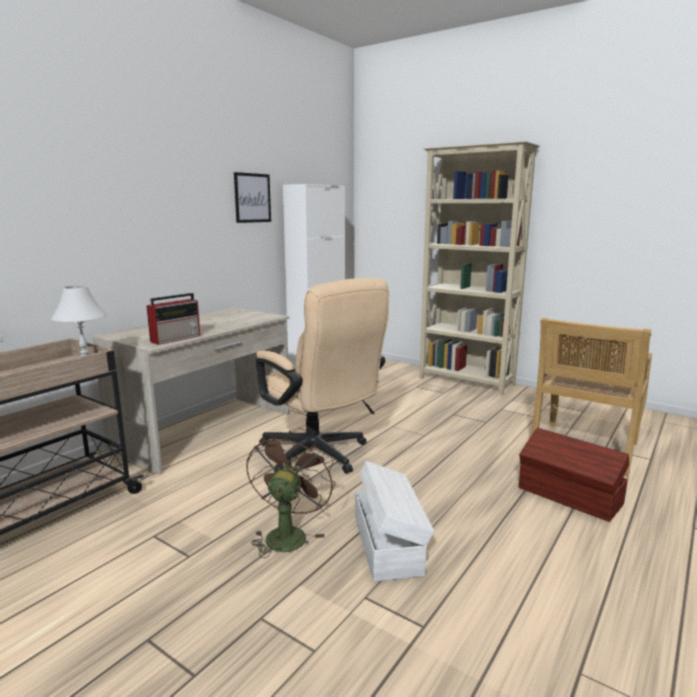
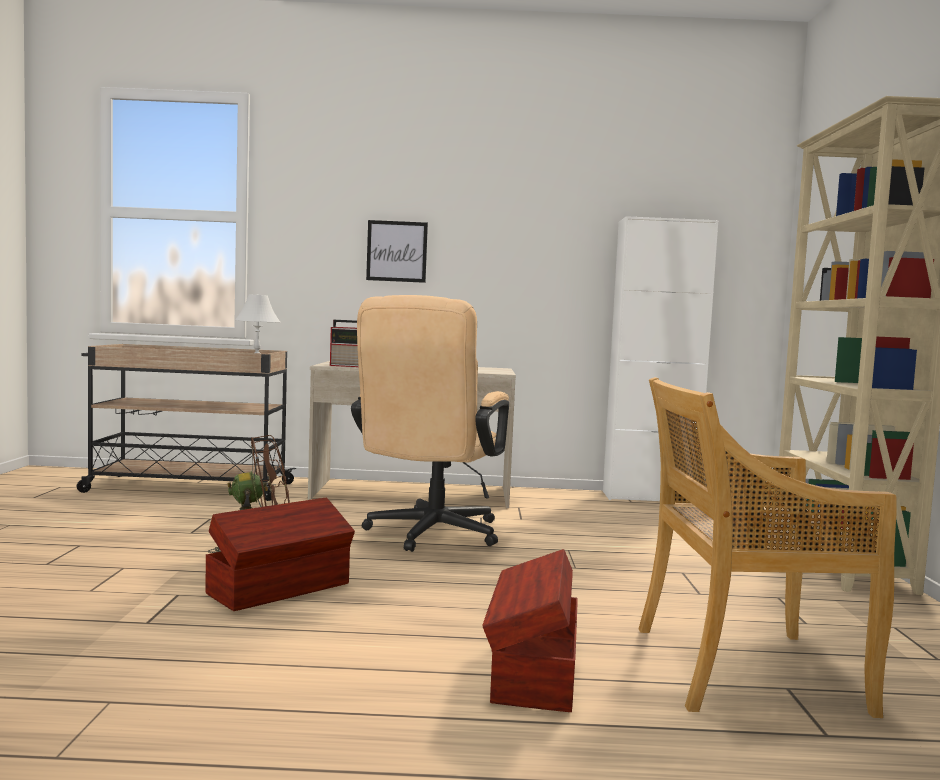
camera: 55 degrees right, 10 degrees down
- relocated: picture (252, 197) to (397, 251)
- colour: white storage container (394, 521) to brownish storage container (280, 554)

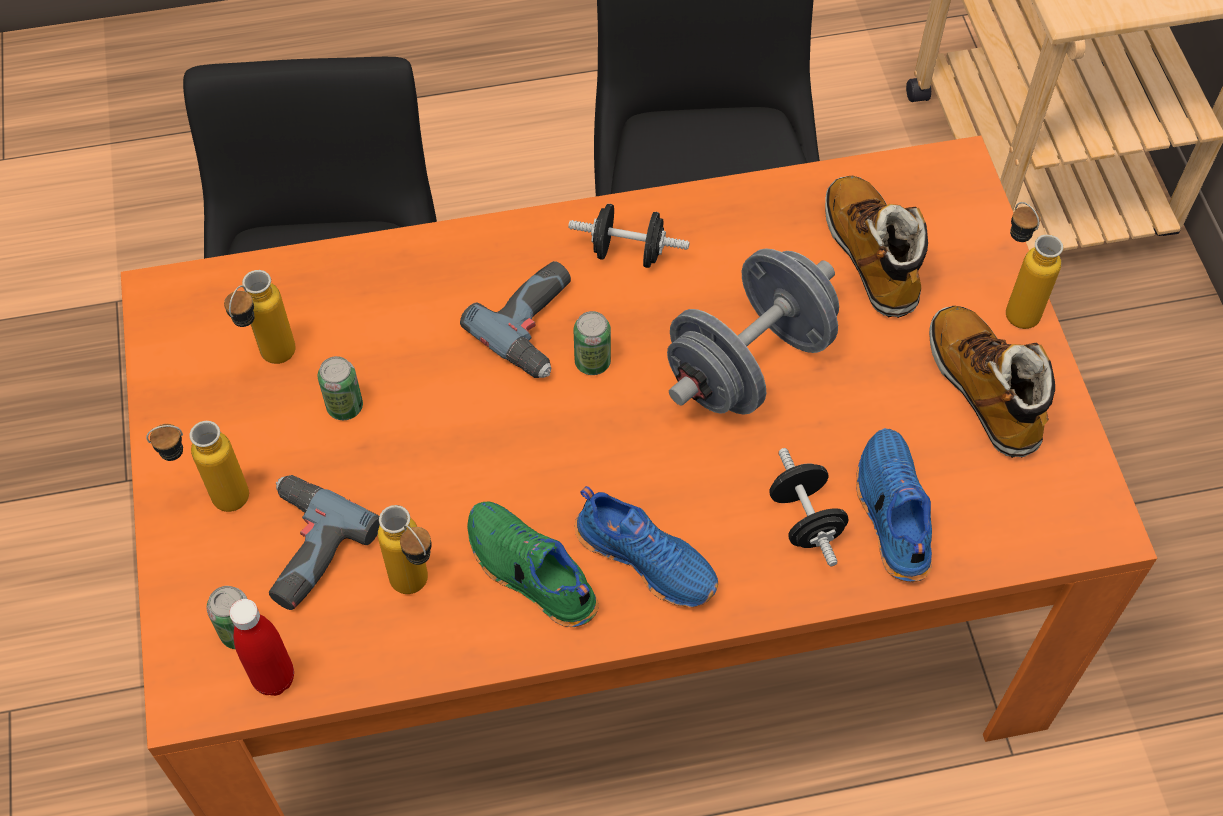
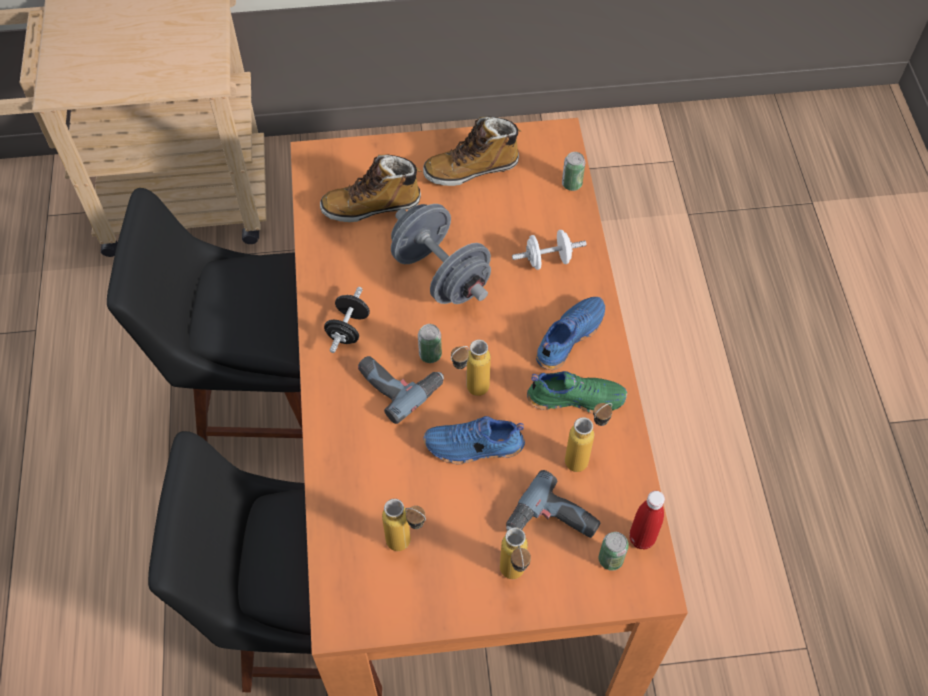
camera: 85 degrees left, 0 degrees up
- relocated: beverage bottle (1034, 265) to (471, 368)
- relocated: sealed can (340, 388) to (573, 171)
- relocated: blue-coloured low shoe (894, 505) to (474, 440)
- colour: blackish hand weight (808, 507) to white hand weight (549, 250)
- spun: greenish low shoe (533, 564) = (577, 392) 135 degrees counterclockwise

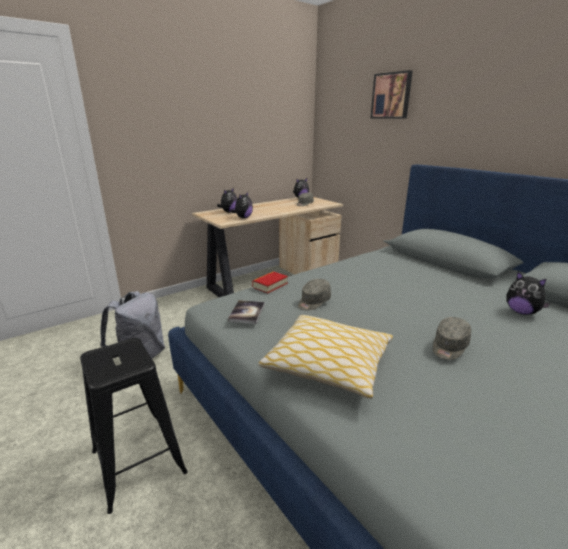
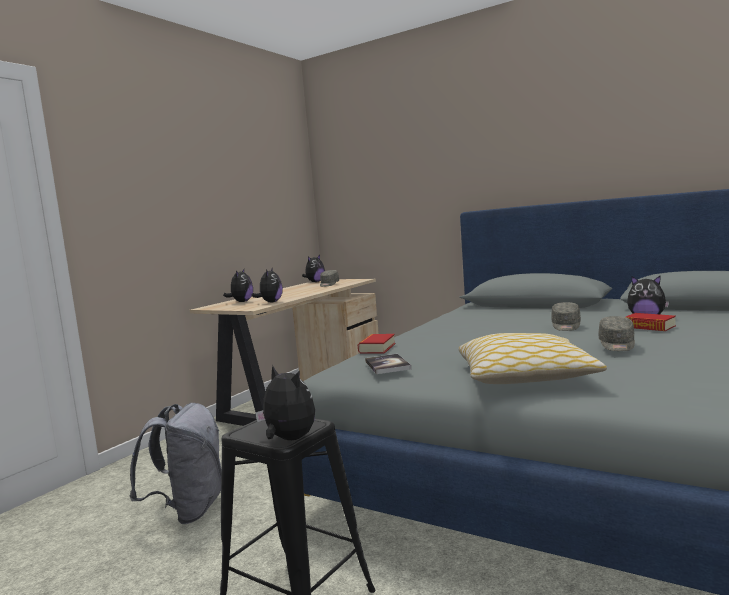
camera: 20 degrees left, 15 degrees down
- missing: picture (392, 94)
- relocated: greyish peaked cap (314, 295) to (566, 316)
- appeared: book (651, 322)
- appeared: soft toy (285, 402)

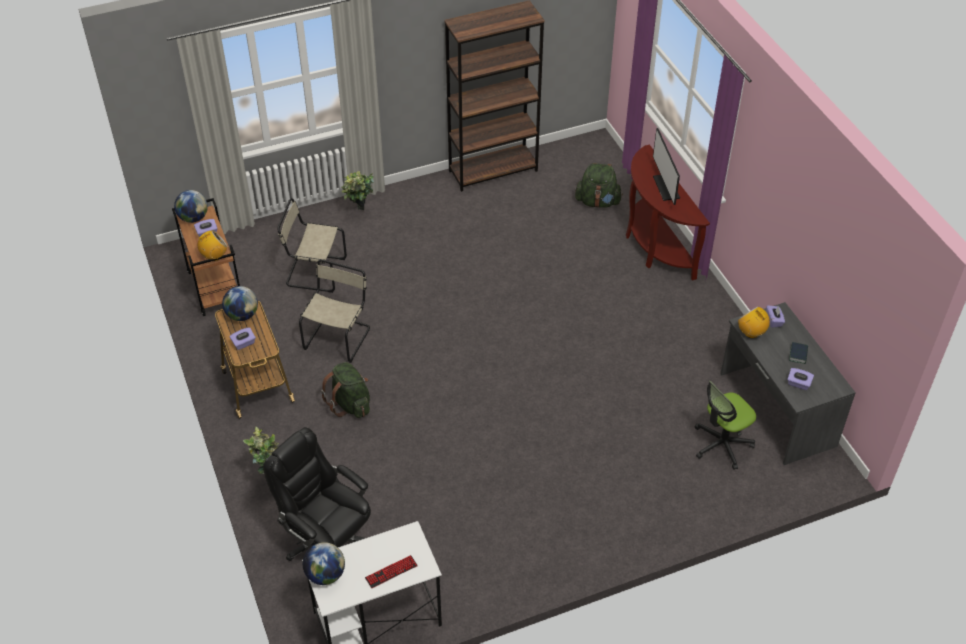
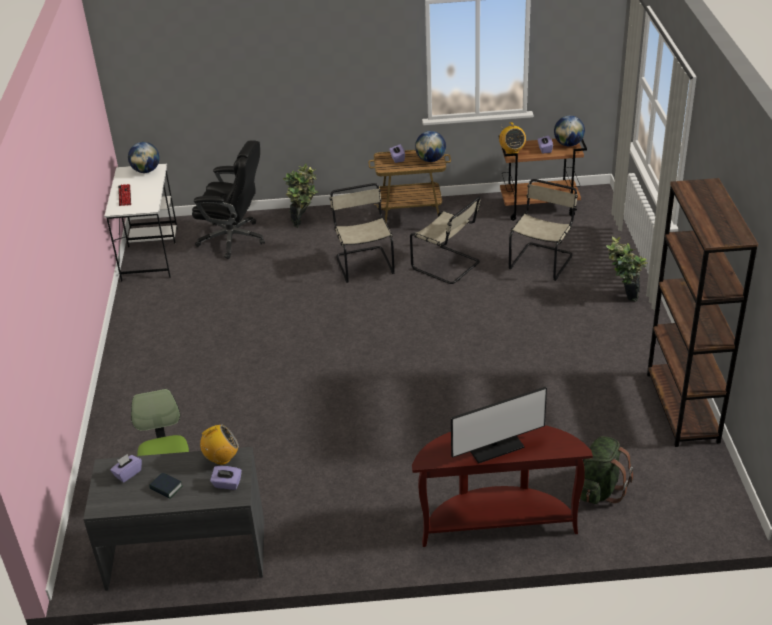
camera: 110 degrees right, 10 degrees down
- spun: monitor (666, 166) = (499, 425) 150 degrees clockwise
- exchanged: greenish rucksack (345, 390) to beige upright chair (362, 233)
- spun: blackish desk chair (317, 494) = (228, 199) 45 degrees clockwise

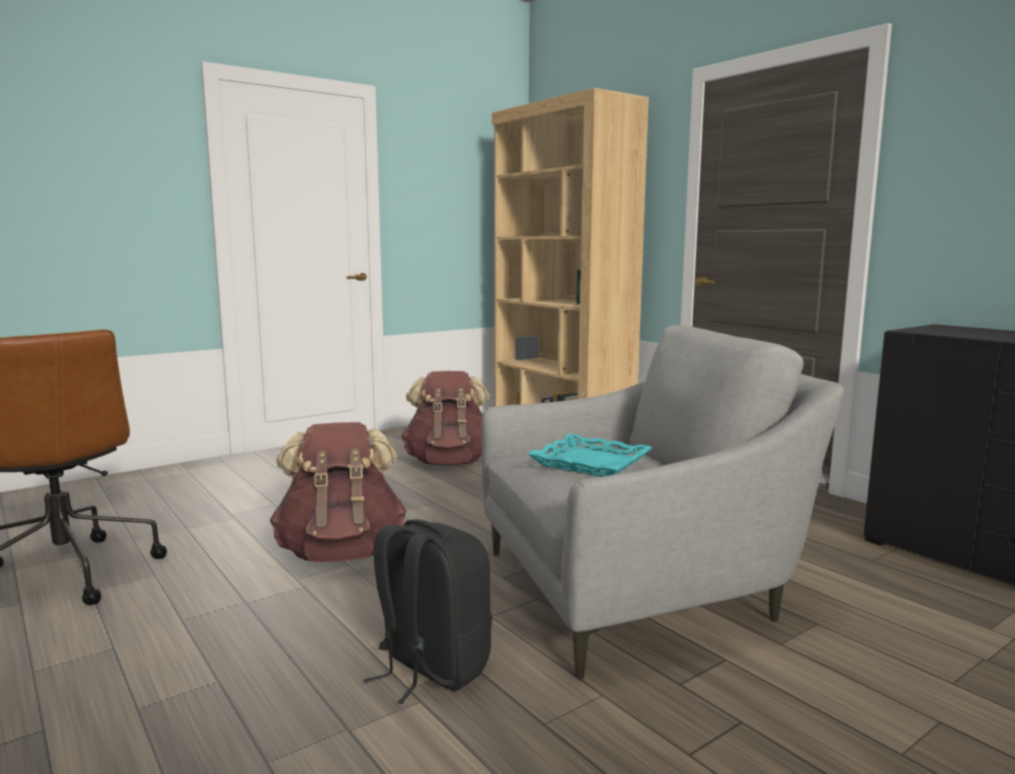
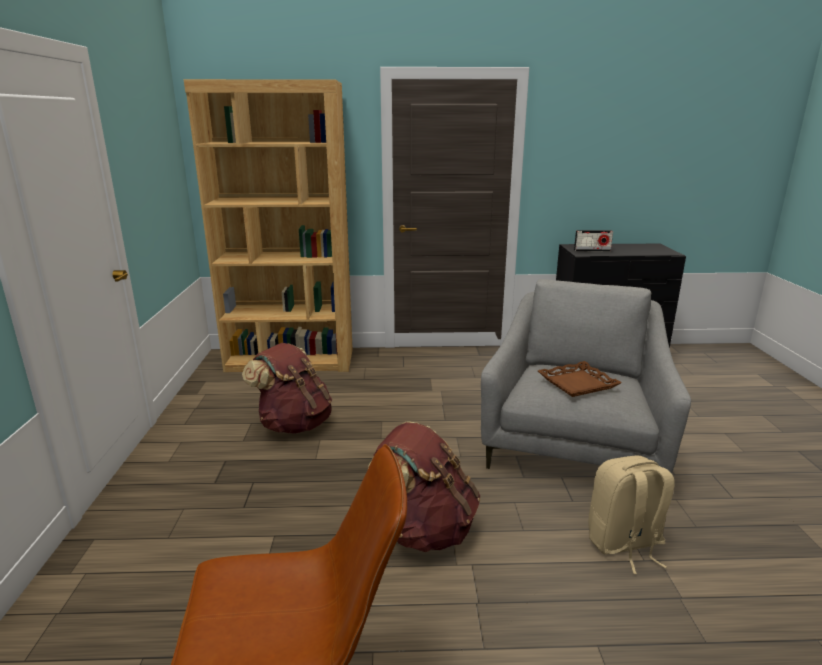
camera: 55 degrees left, 10 degrees up
- colour: blue-green carrying tray (590, 455) to brownish carrying tray (579, 379)
- colour: blackish rucksack (428, 611) to beige rucksack (631, 514)
- appeared: radio receiver (593, 240)

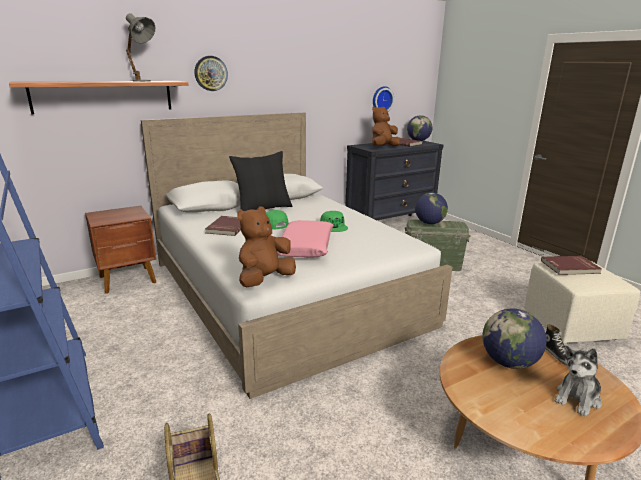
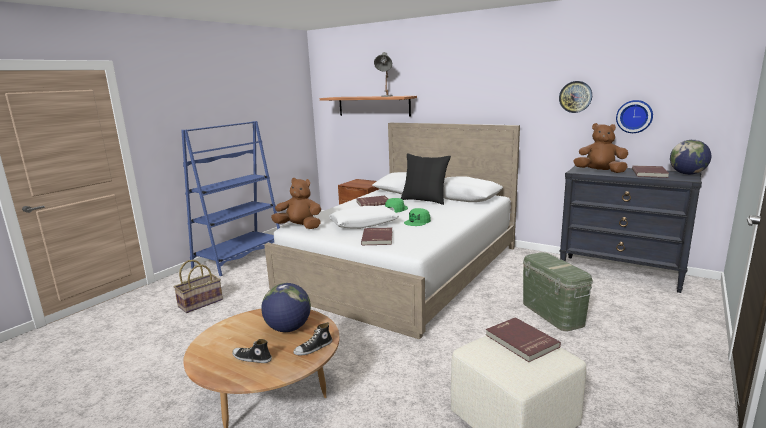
camera: 65 degrees right, 5 degrees down
- relocated: clock on the wall (211, 73) to (575, 97)
- missing: desk globe (431, 208)
- colour: pink-coloured pillow (305, 238) to white pillow (364, 217)
- exchanged: soft toy (578, 381) to low shoe (252, 351)
- appeared: red book (376, 236)

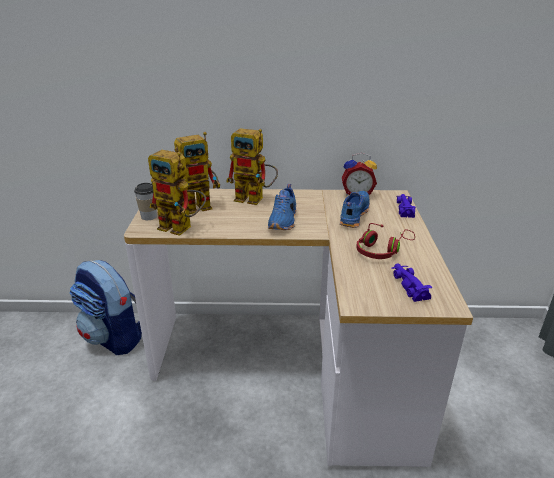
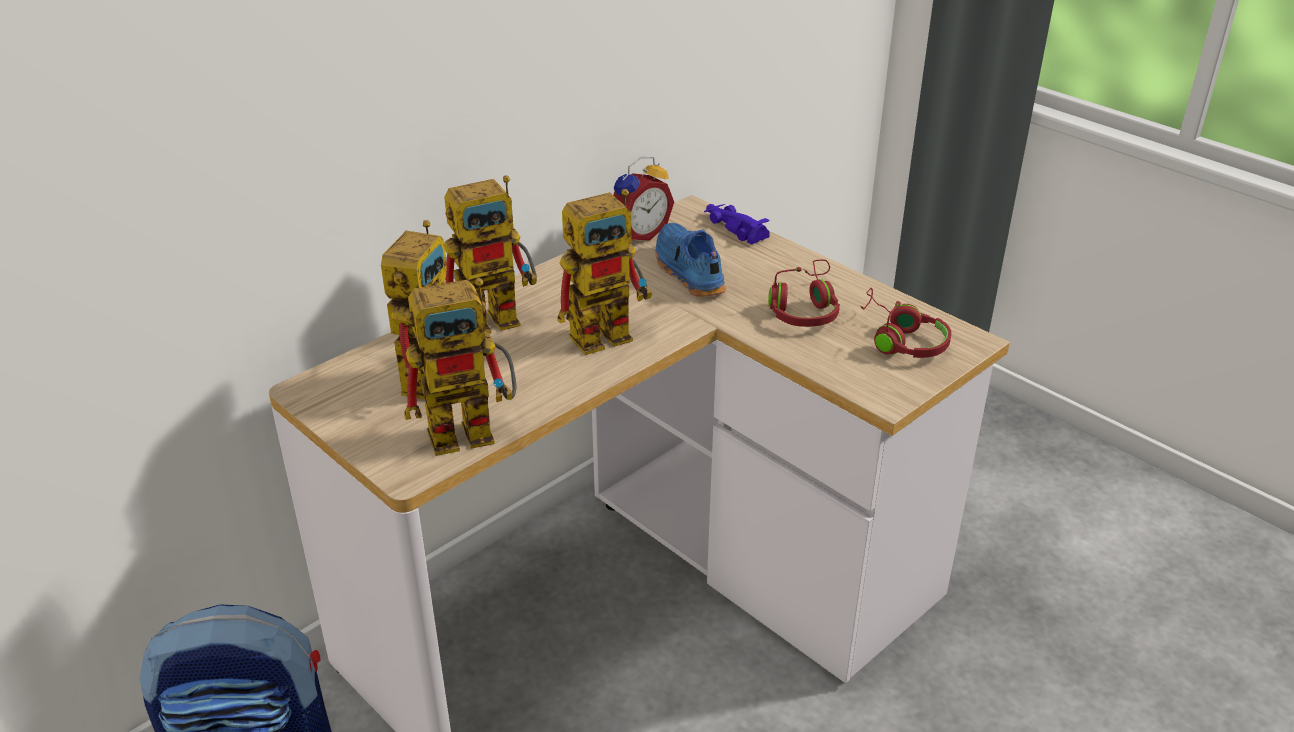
camera: 45 degrees left, 5 degrees up
- missing: cup (145, 201)
- exchanged: blue-coloured low shoe (282, 207) to robot figure (605, 272)
- exchanged: purplish model car (411, 283) to red pair of headphones (906, 323)

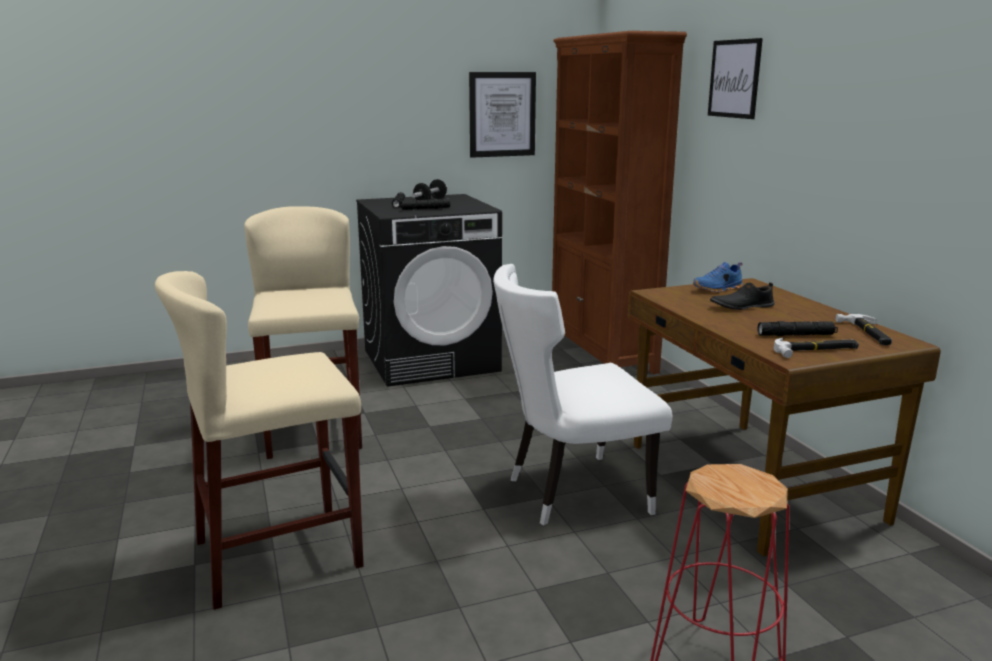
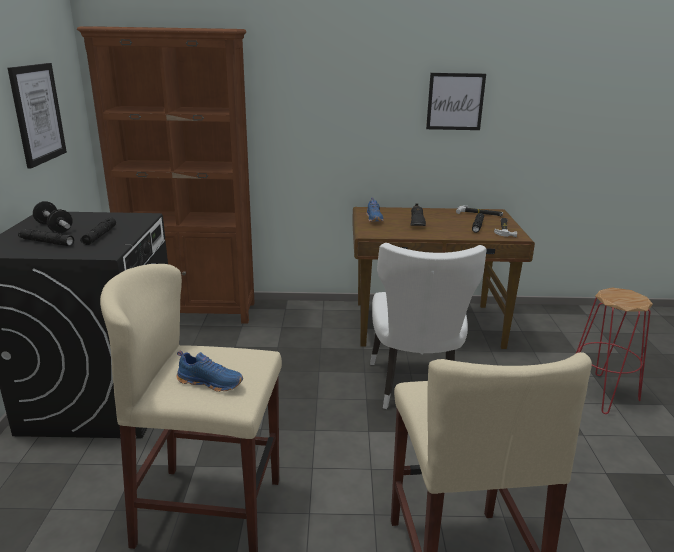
camera: 70 degrees left, 5 degrees up
- relocated: picture (735, 78) to (456, 101)
- appeared: blue-coloured low shoe (209, 371)

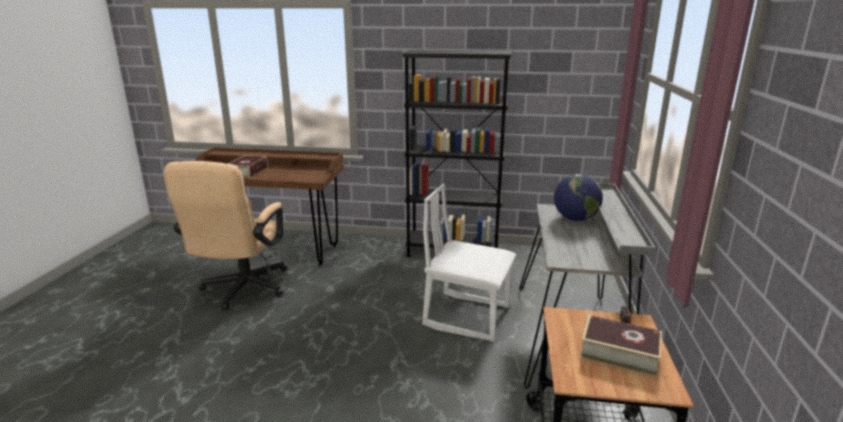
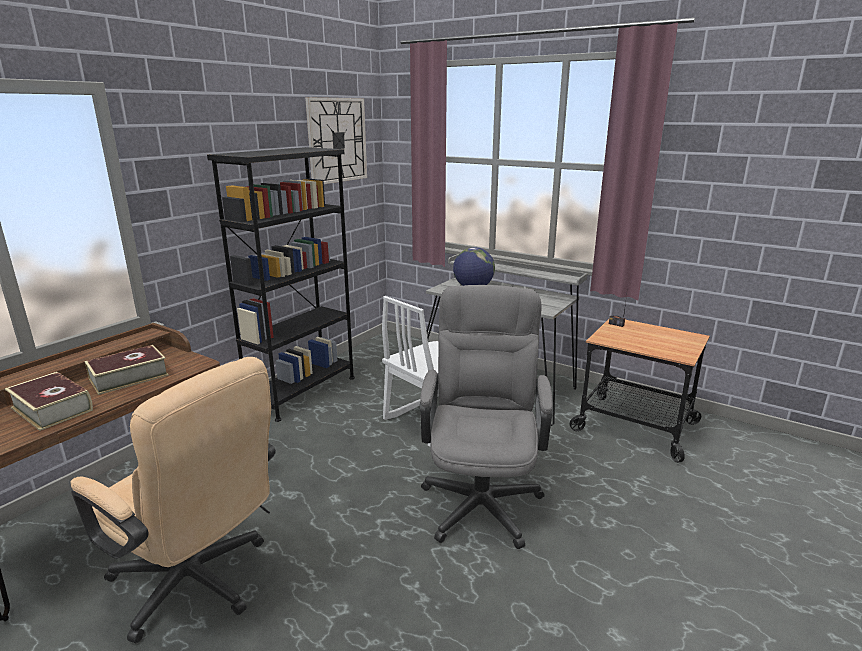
camera: 65 degrees left, 0 degrees up
- relocated: book (621, 346) to (126, 370)
- appeared: clock on the wall (336, 140)
- appeared: greyish desk chair (486, 417)

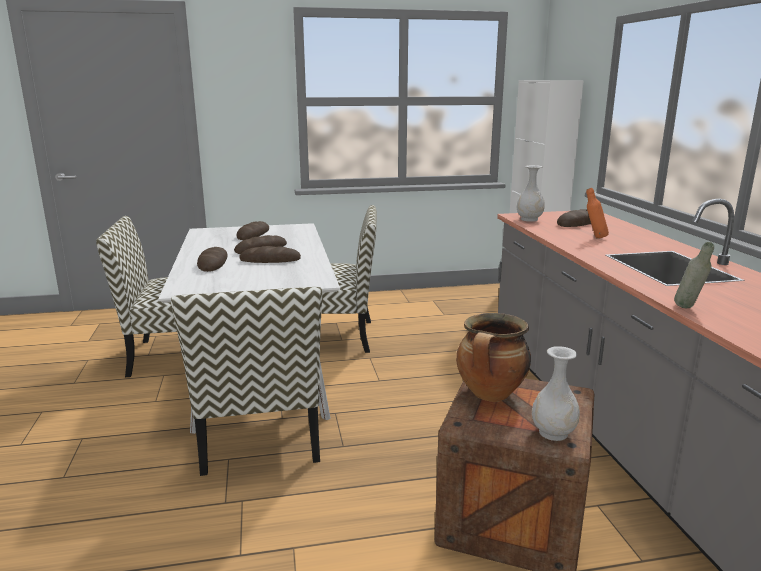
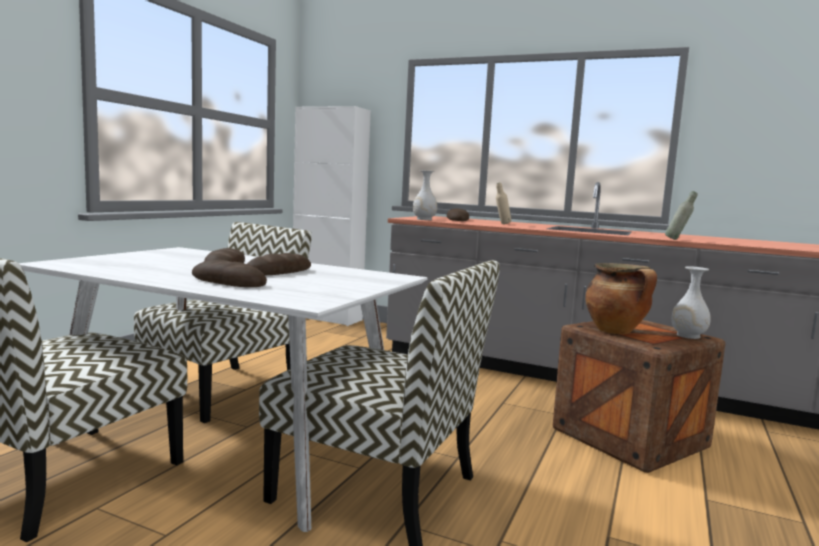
camera: 55 degrees left, 10 degrees down
- colour: orangey beverage bottle (597, 213) to beige beverage bottle (503, 203)
- missing: bread (252, 230)

